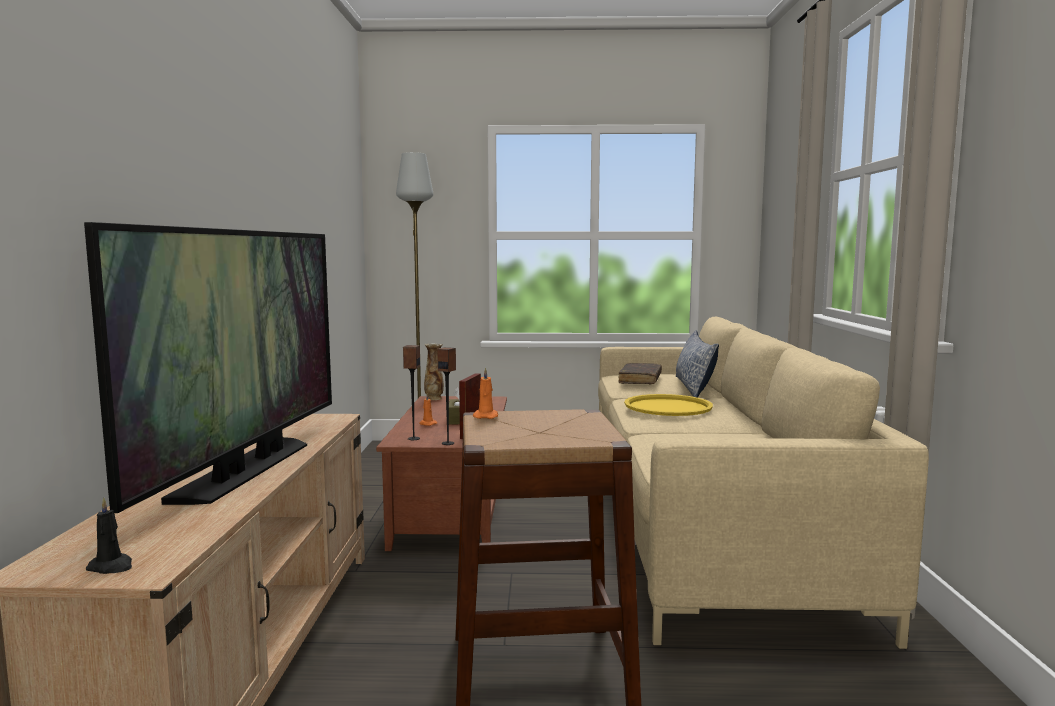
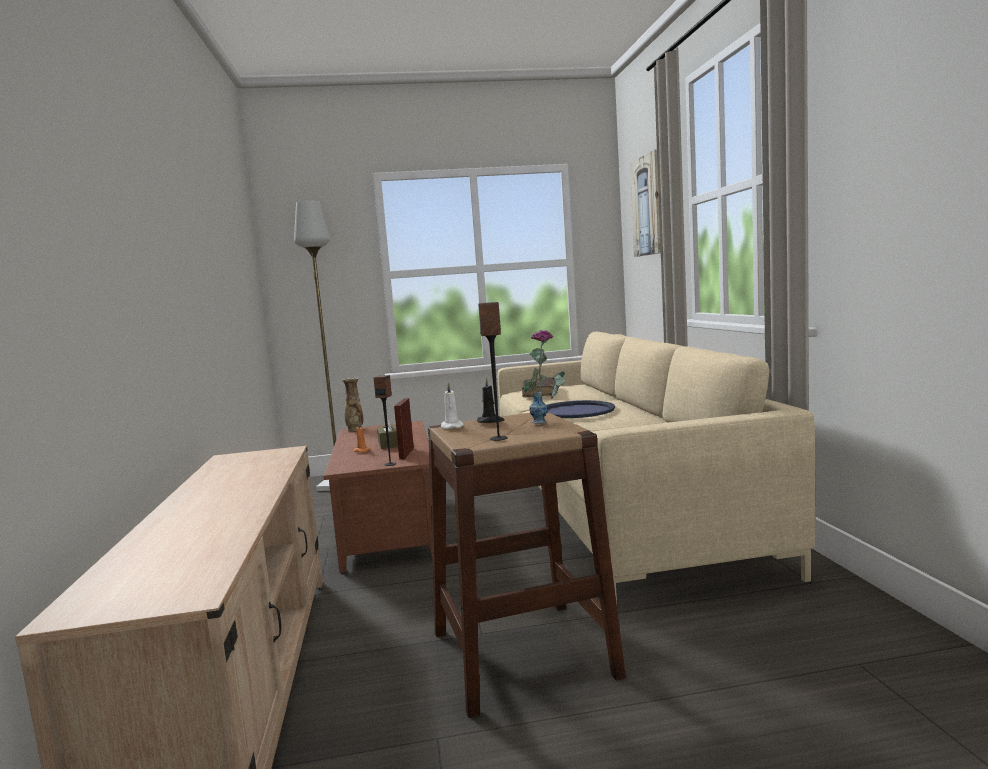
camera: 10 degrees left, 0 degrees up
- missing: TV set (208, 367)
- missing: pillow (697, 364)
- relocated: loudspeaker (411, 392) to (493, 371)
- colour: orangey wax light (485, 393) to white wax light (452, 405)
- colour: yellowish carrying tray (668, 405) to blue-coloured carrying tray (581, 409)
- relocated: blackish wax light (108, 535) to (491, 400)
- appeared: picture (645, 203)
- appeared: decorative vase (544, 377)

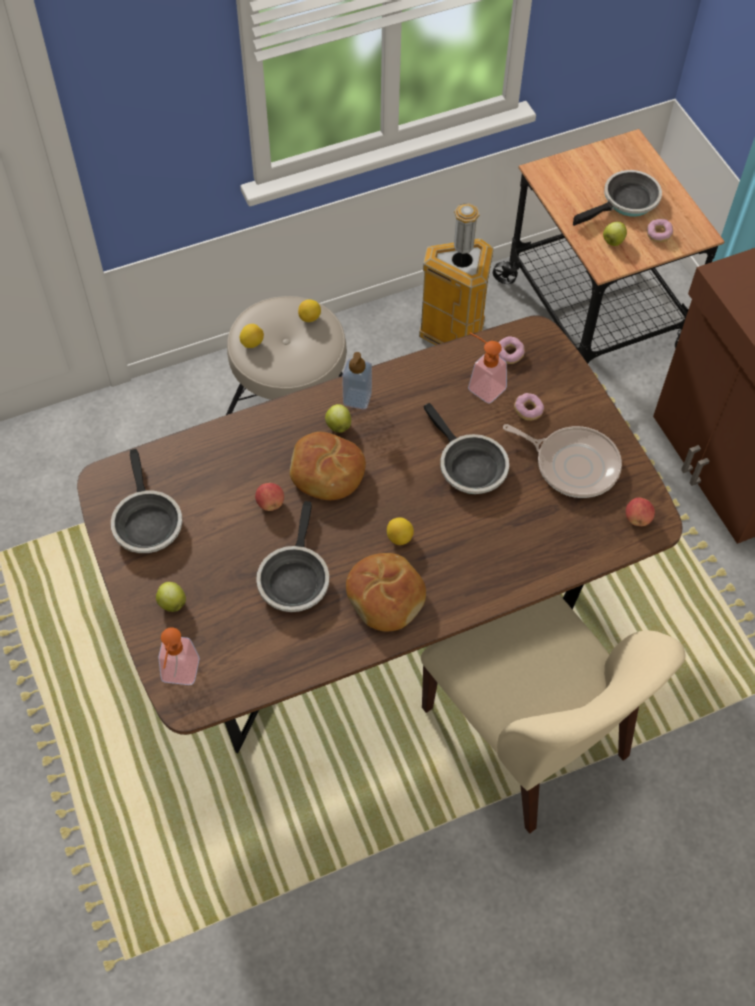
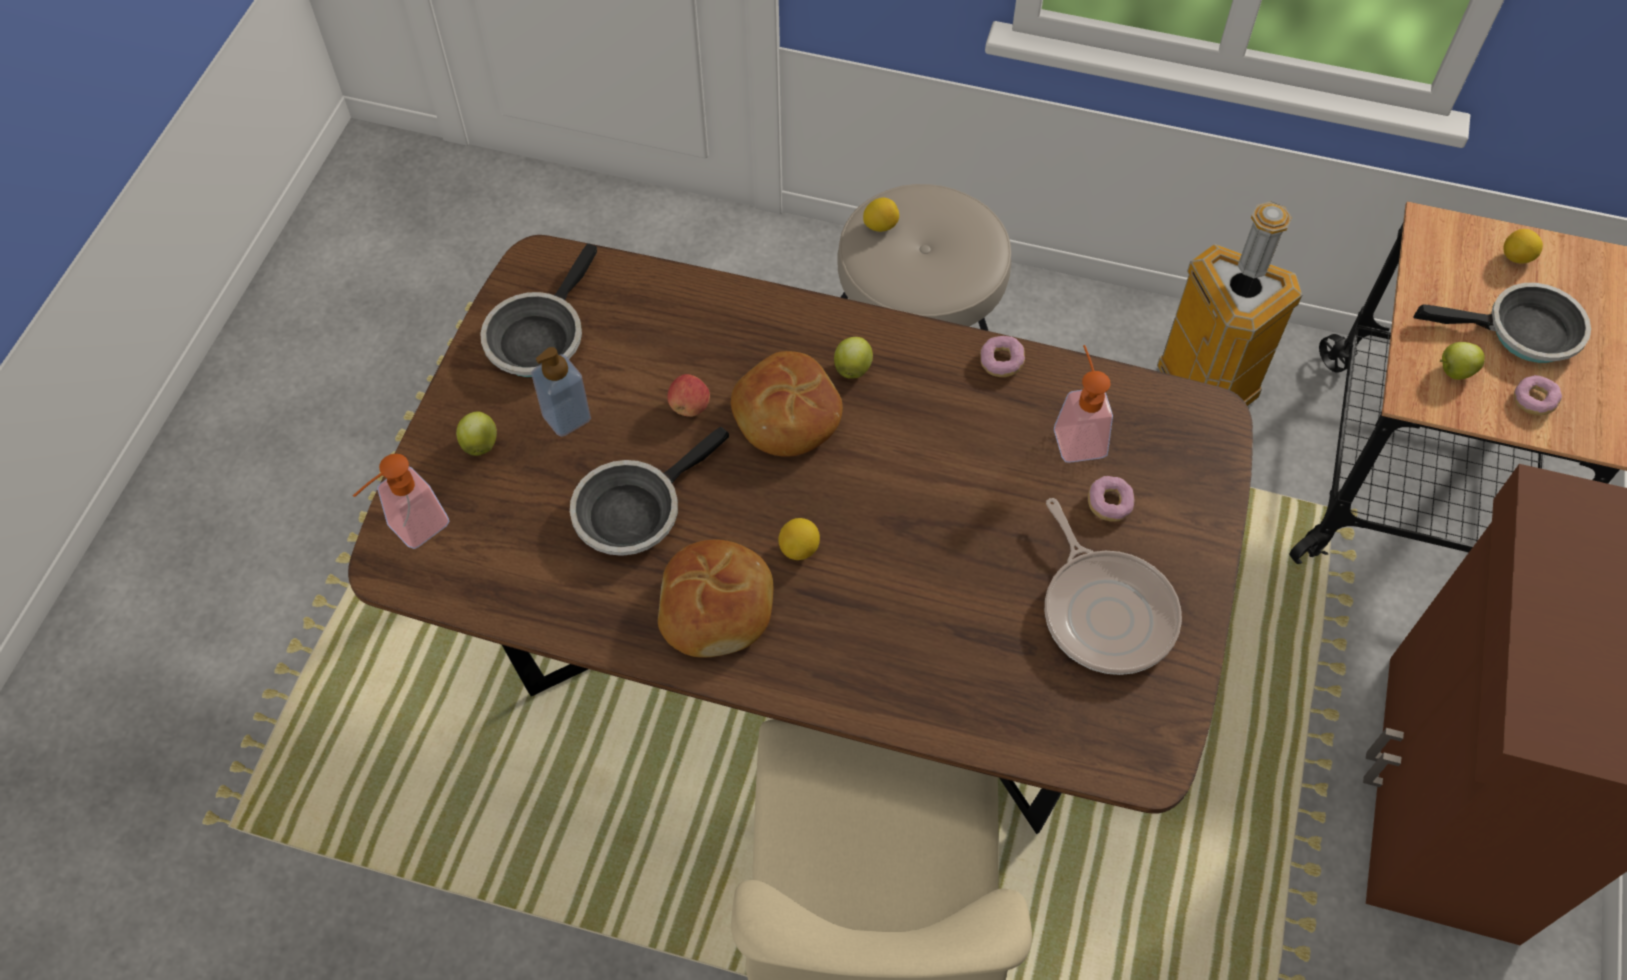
camera: 40 degrees right, 0 degrees up
- relocated: citrus fruit (309, 310) to (1523, 246)
- relocated: ring doughnut (511, 350) to (1002, 356)
- relocated: soap bottle (357, 380) to (561, 392)
- missing: frying pan (466, 448)
- missing: apple fruit (640, 512)

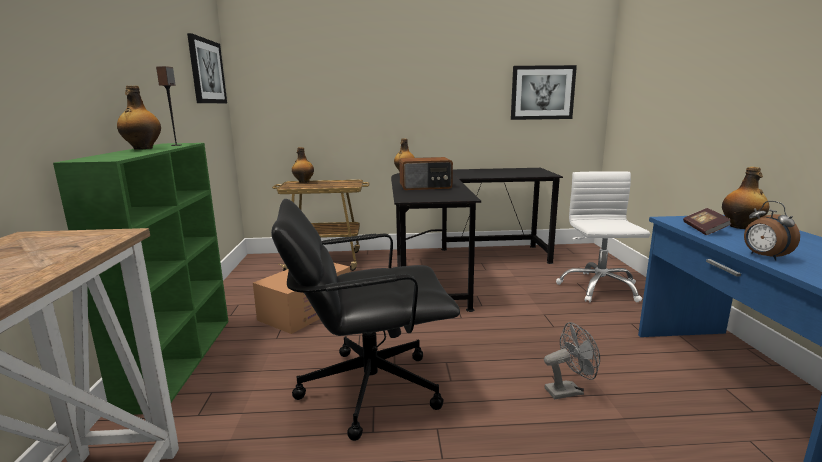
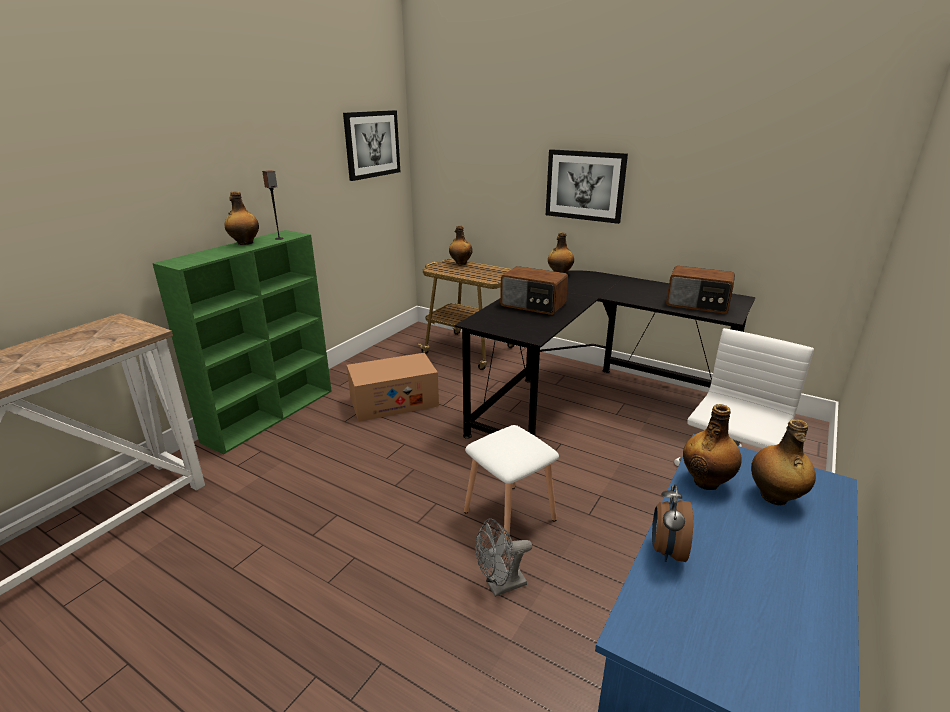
camera: 35 degrees right, 10 degrees up
- relocated: picture (544, 92) to (587, 186)
- missing: blackish desk chair (365, 320)
- exchanged: book (707, 221) to beverage bottle (712, 447)
- spun: greyish fan (572, 360) = (503, 558) 135 degrees clockwise
- appeared: radio receiver (700, 290)
- appeared: white stool seat (511, 484)

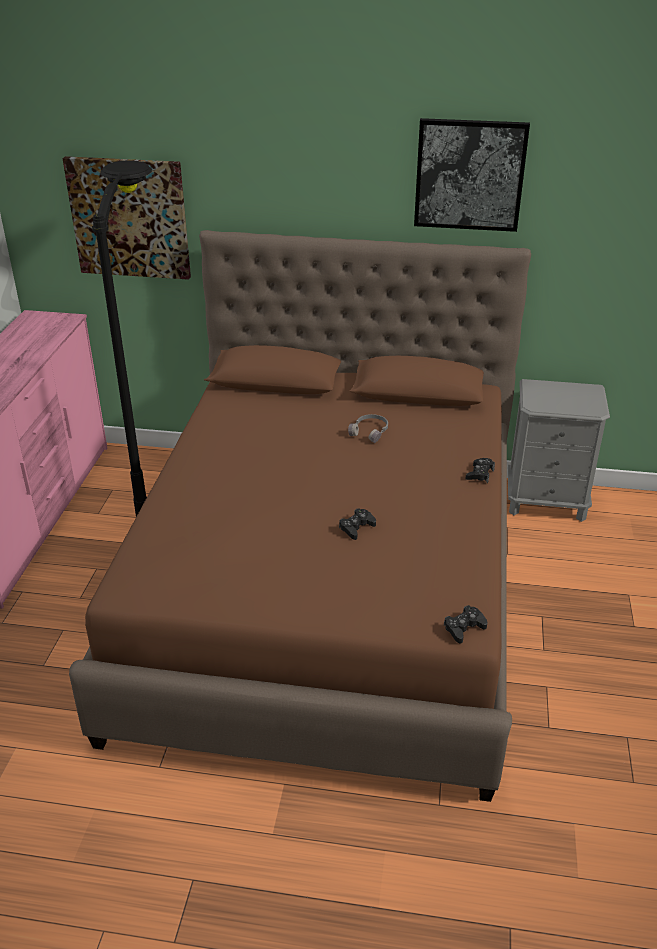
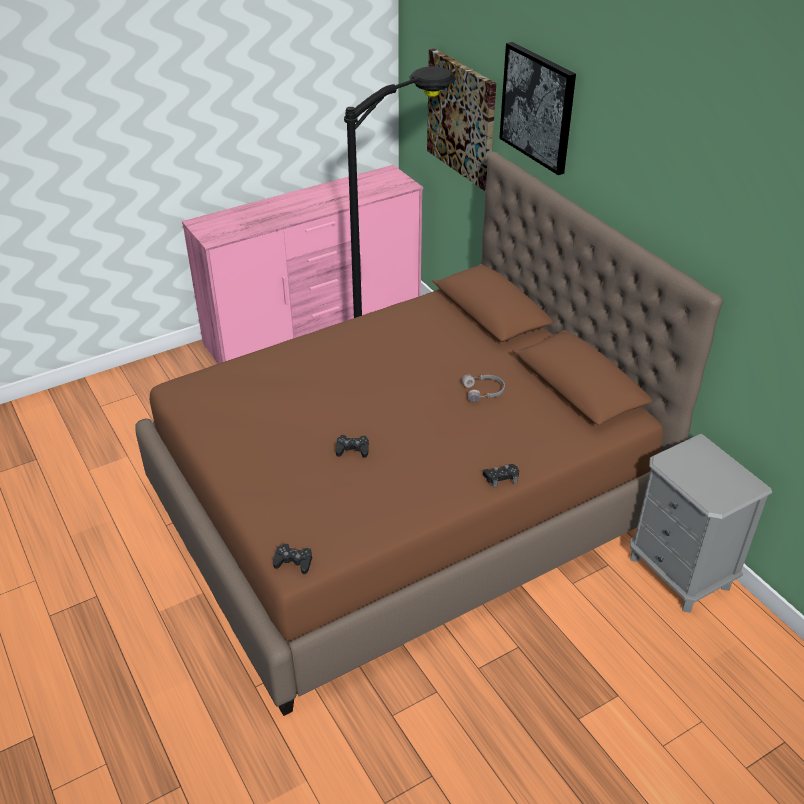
camera: 50 degrees right, 5 degrees up
- relocated: picture (472, 175) to (537, 108)

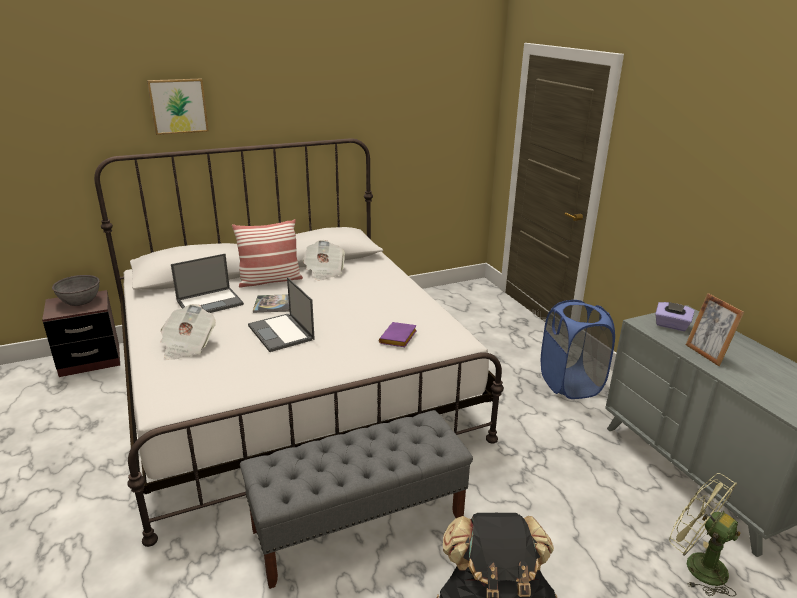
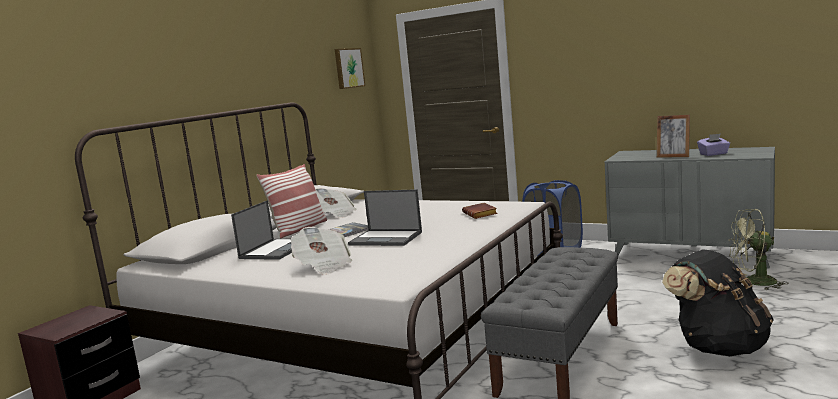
camera: 35 degrees left, 15 degrees down
- relocated: picture (178, 107) to (350, 68)
- missing: greyish deep dish (76, 290)
- relocated: purplish tissue box (675, 316) to (713, 144)
- colour: purplish book (398, 334) to brownish book (480, 211)

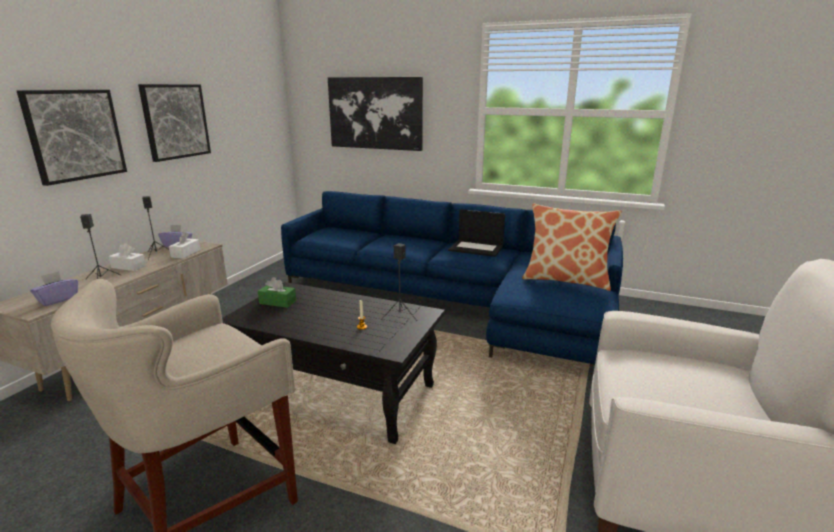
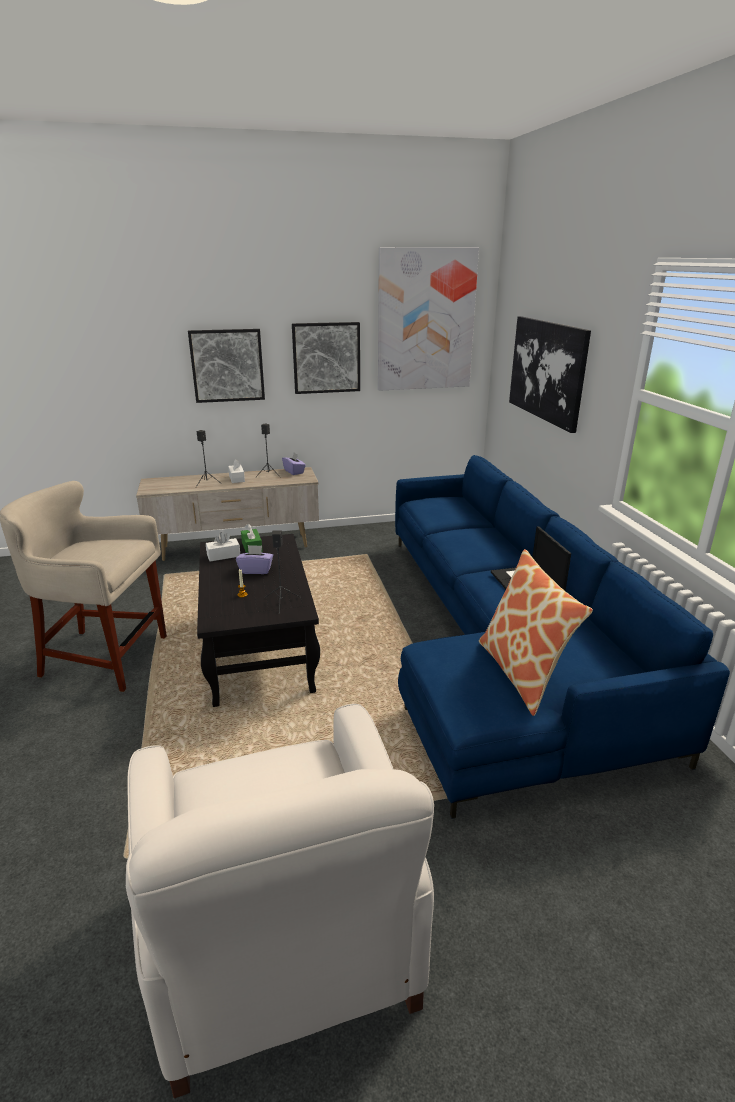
camera: 55 degrees right, 5 degrees up
- relocated: white tissue box (184, 245) to (223, 546)
- relocated: purplish tissue box (54, 288) to (254, 559)
- appeared: picture (428, 319)

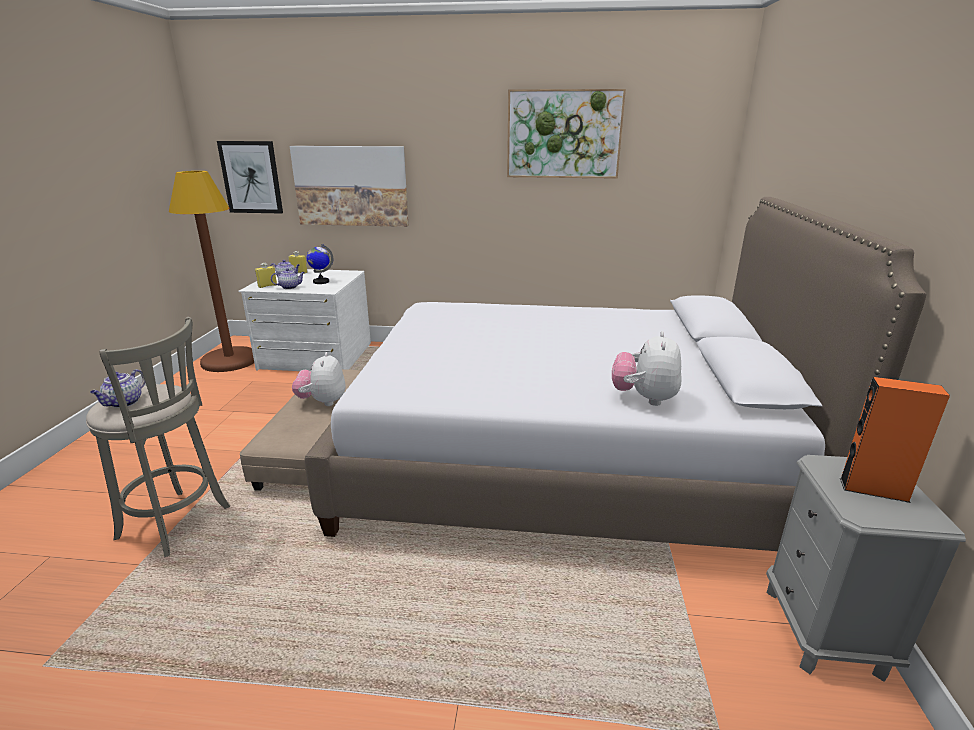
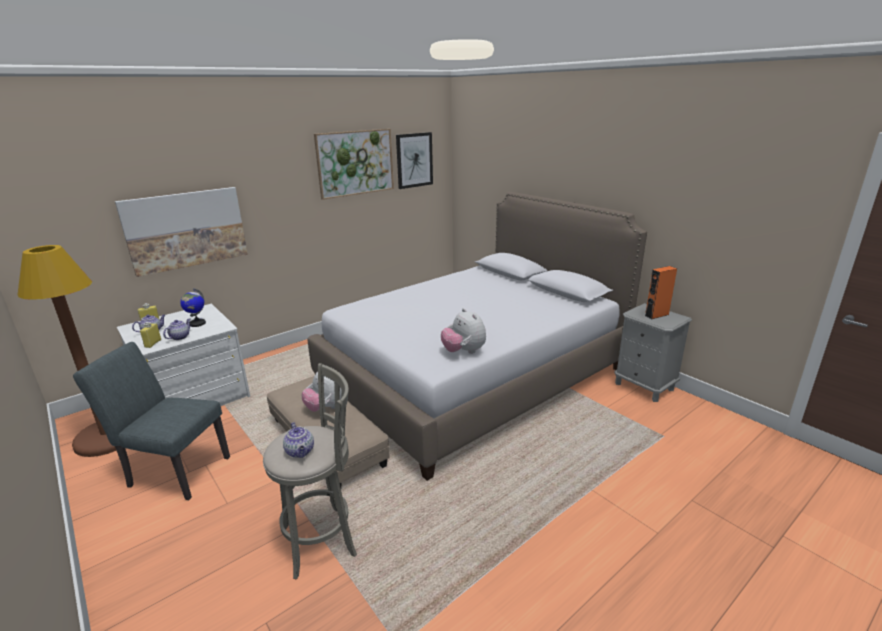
camera: 45 degrees left, 0 degrees up
- relocated: picture (250, 177) to (414, 160)
- relocated: soft toy (646, 368) to (463, 331)
- appeared: greyish upright chair (151, 421)

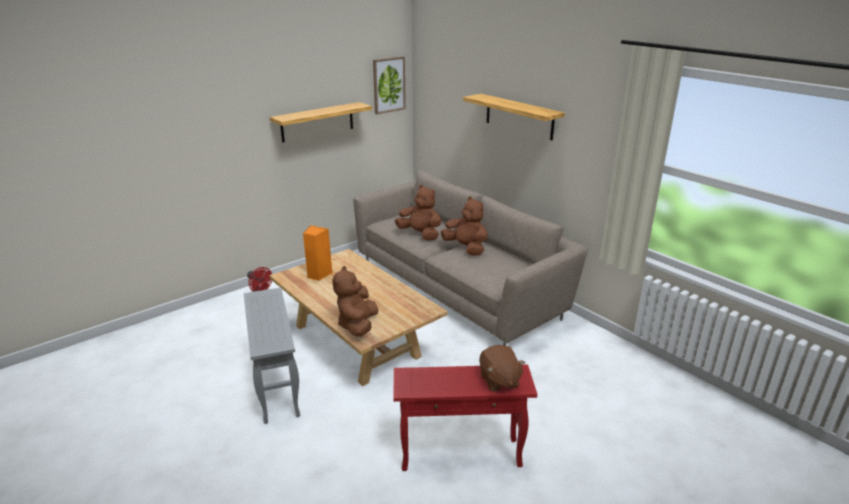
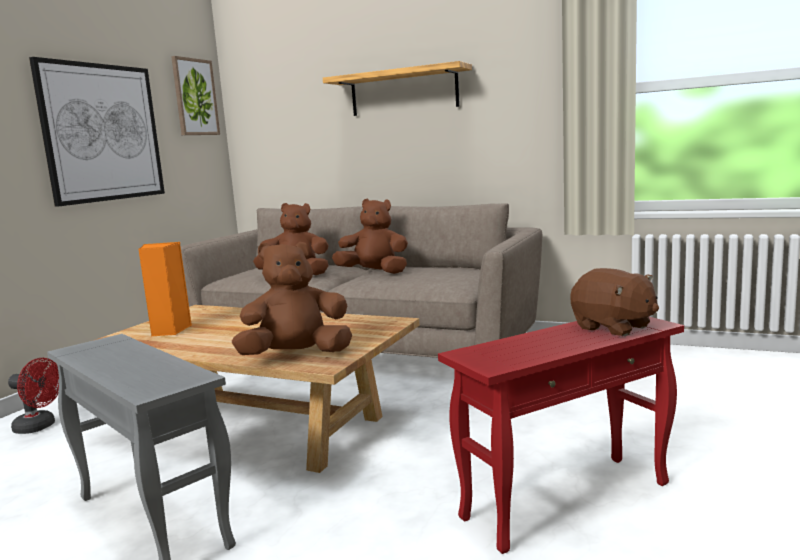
camera: 25 degrees left, 15 degrees down
- exchanged: shelf (321, 122) to picture (97, 132)
- spun: brownish soft toy (355, 301) = (292, 298) 90 degrees clockwise

